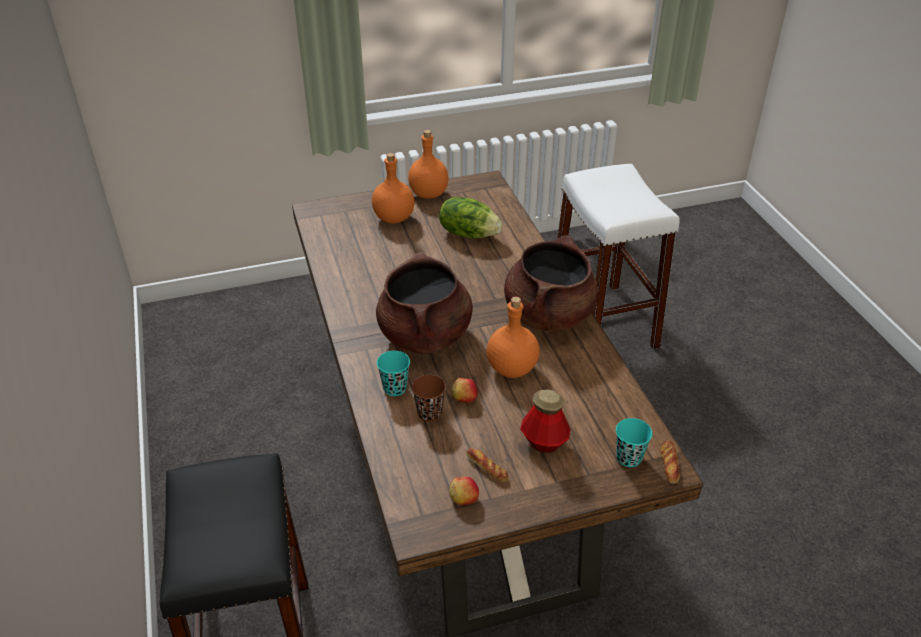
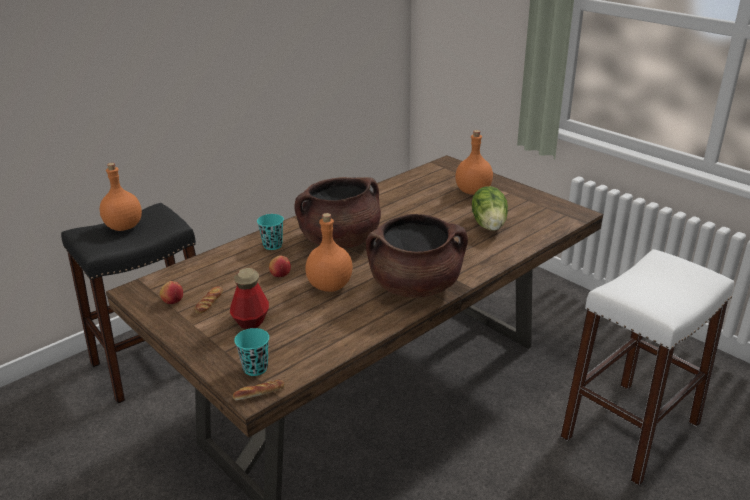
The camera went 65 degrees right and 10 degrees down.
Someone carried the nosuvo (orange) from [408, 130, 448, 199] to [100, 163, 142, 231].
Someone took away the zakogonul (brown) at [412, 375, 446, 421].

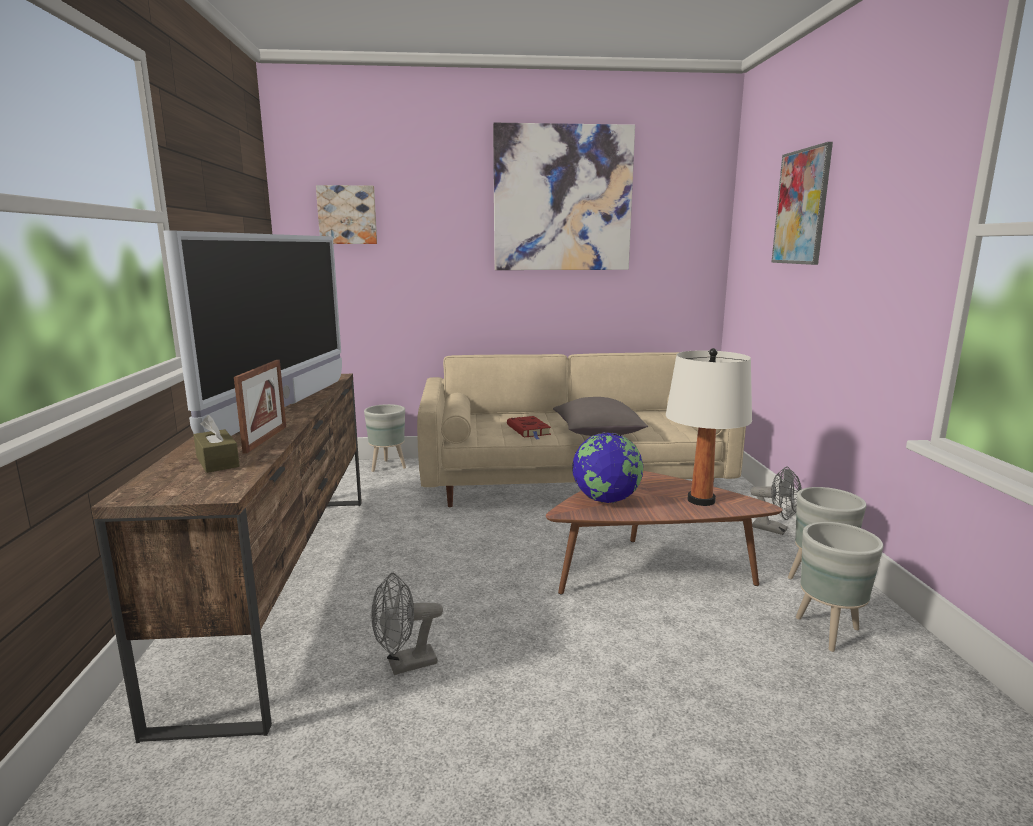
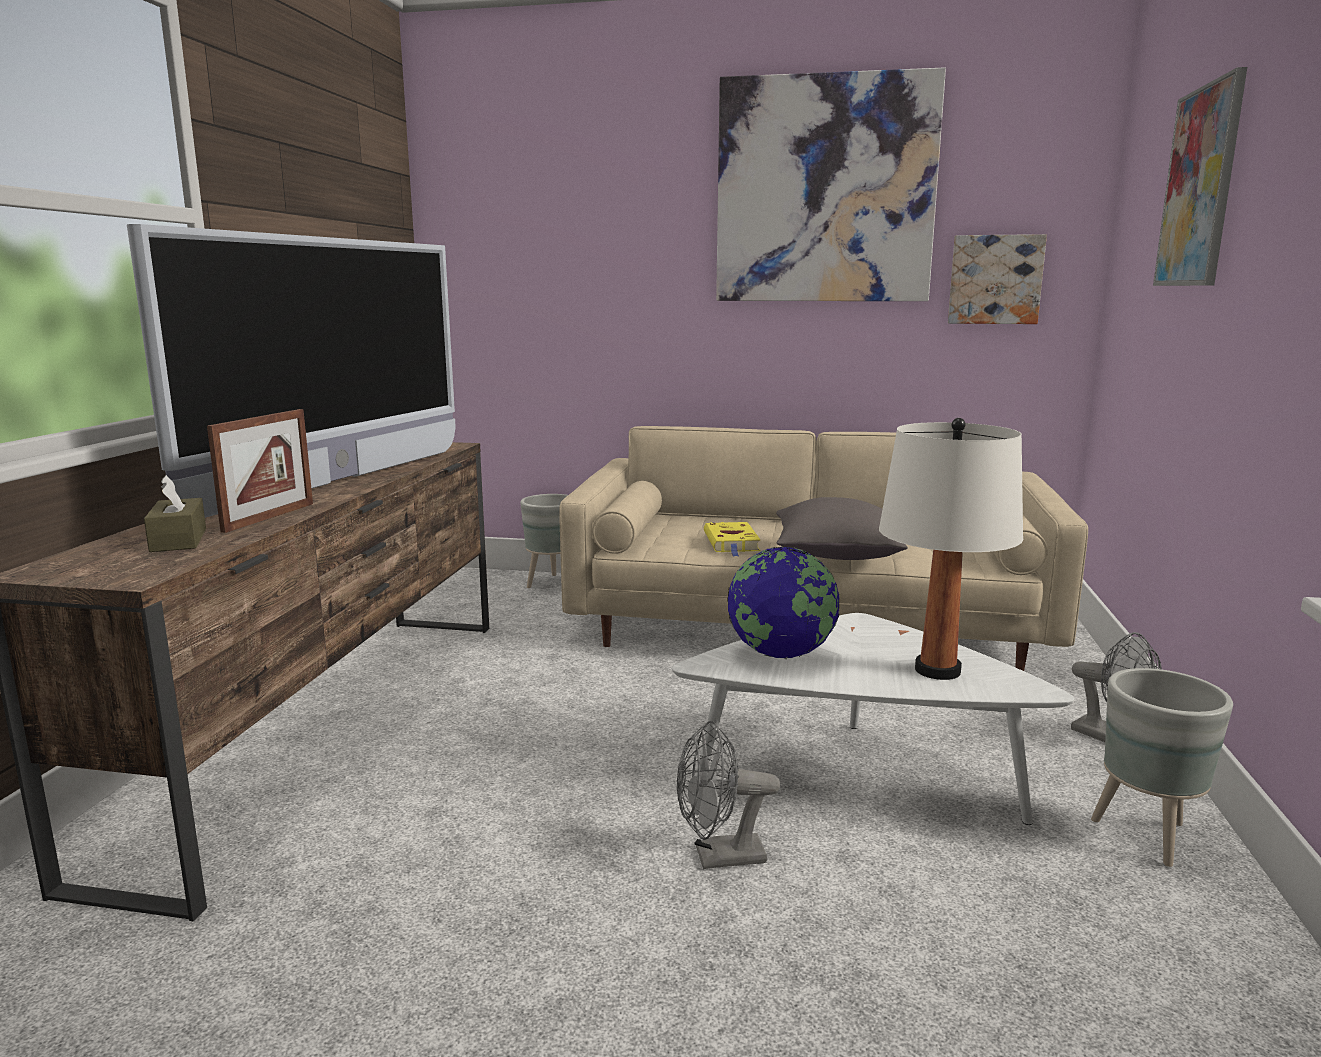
The camera went 15 degrees right and 0 degrees up.
Someone carried the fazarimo from [316, 185, 377, 244] to [948, 234, 1047, 324].
Someone repainted the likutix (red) at [507, 416, 551, 440], which became the likutix (yellow) at [704, 522, 760, 556].
Someone repainted the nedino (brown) at [546, 471, 783, 594], which became the nedino (white) at [672, 613, 1074, 825].
Someone took away the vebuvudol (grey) at [796, 522, 883, 652].
Someone carried the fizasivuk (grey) from [371, 573, 443, 675] to [677, 721, 780, 869].

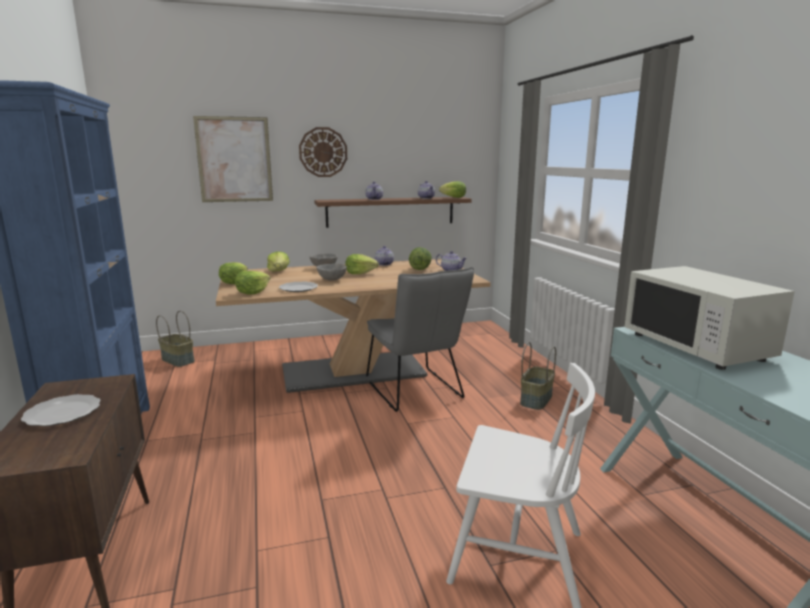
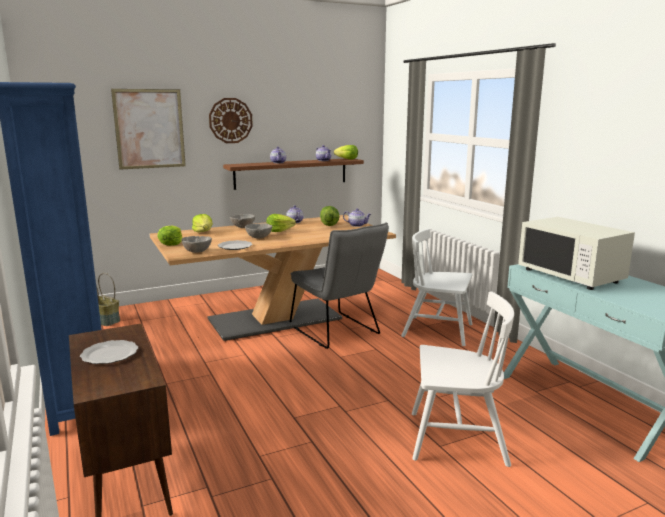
The camera went 10 degrees left and 0 degrees up.
Someone swapped the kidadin at [235, 271, 270, 295] for the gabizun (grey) at [182, 236, 212, 253].
Someone swapped the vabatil at [520, 342, 556, 410] for the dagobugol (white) at [401, 229, 472, 346].

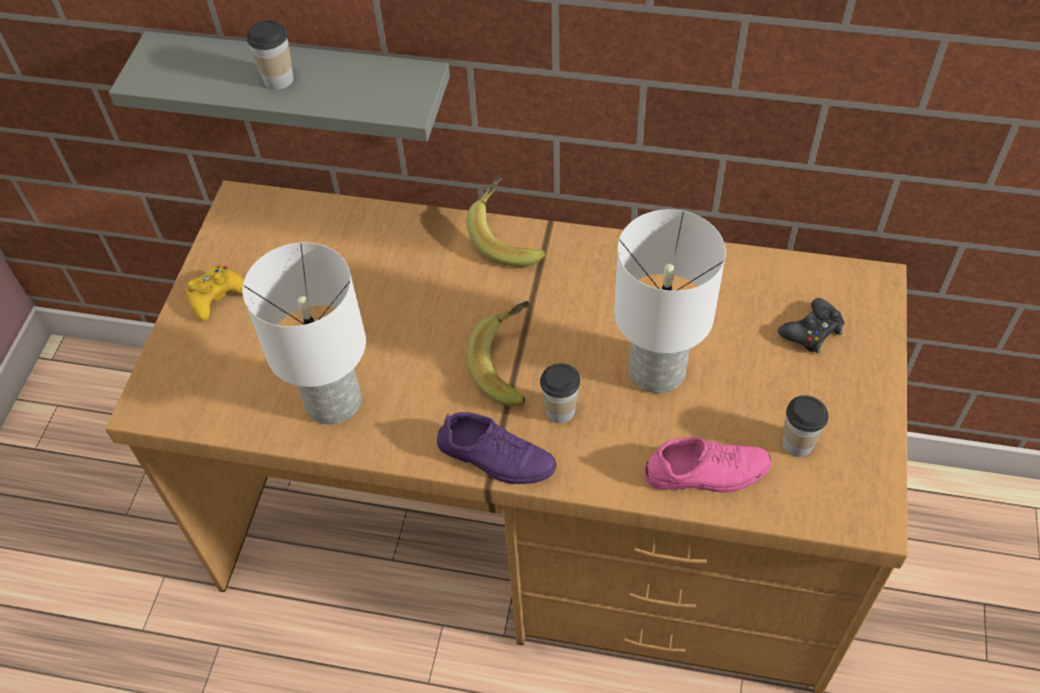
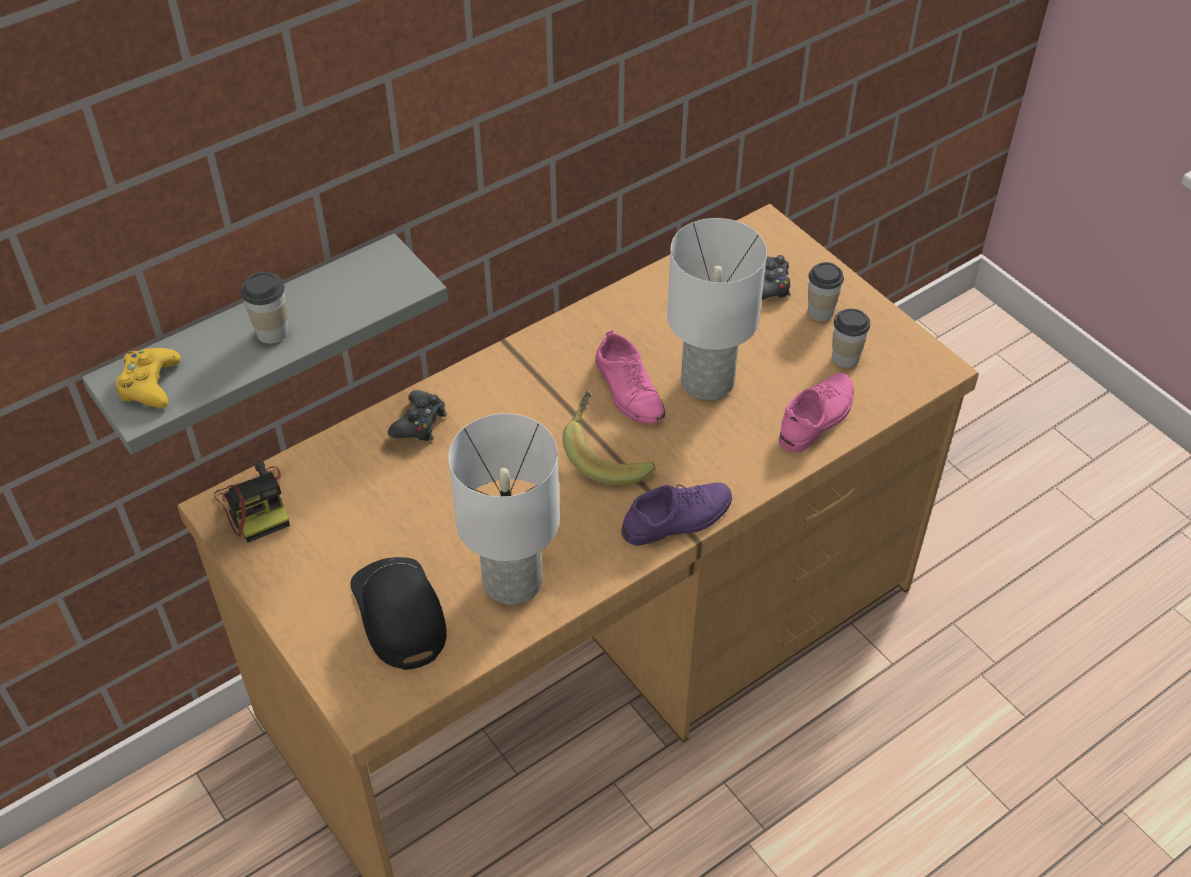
The camera went 50 degrees left and 5 degrees down.
Someone took away the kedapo at [466, 176, 546, 267].
Someone carried the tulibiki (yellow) from [186, 265, 244, 321] to [116, 348, 181, 408].
Someone carried the zakogonul from [540, 363, 580, 423] to [808, 262, 844, 321].
Someone put down the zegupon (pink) at [595, 330, 665, 424].
Someone put down the tulibiki (black) at [388, 390, 447, 441].
Someone put down the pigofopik at [214, 461, 290, 542].
Someone put down the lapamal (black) at [351, 557, 447, 670].

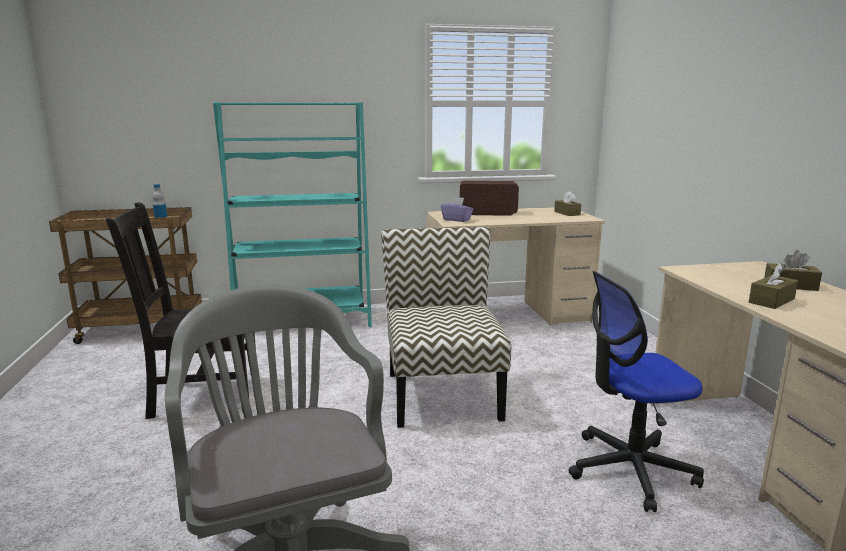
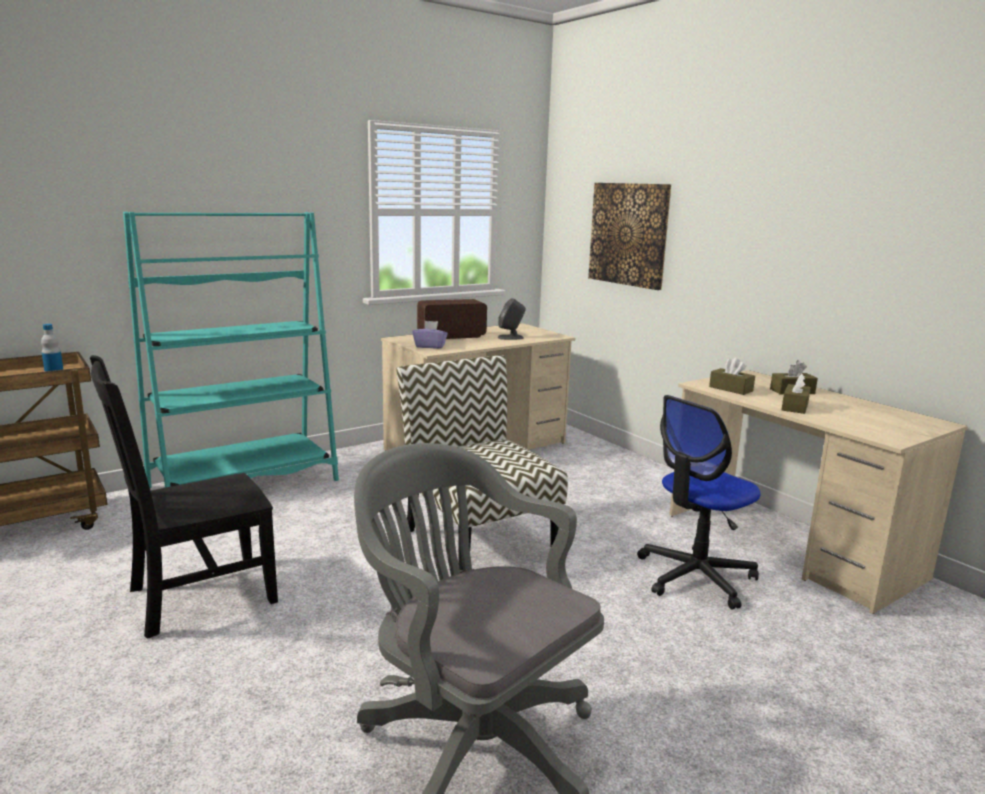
The camera went 25 degrees left and 0 degrees up.
Someone carried the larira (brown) from [554, 191, 581, 216] to [709, 357, 755, 395].
Someone put up the fazarimo at [588, 183, 671, 290].
Someone put down the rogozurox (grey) at [498, 298, 526, 340].

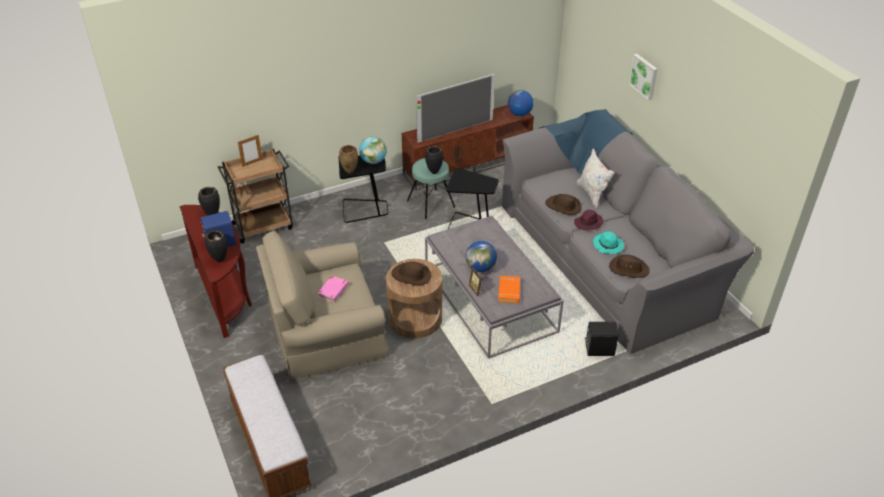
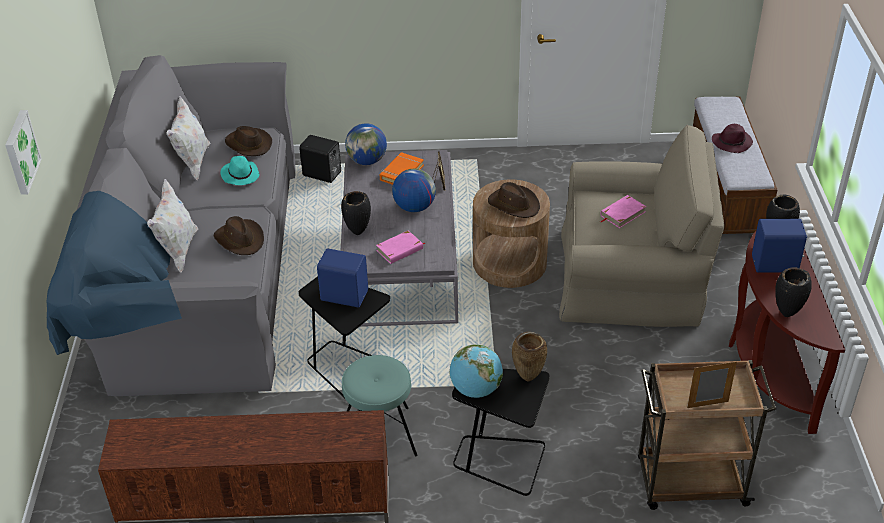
The camera went 155 degrees left and 0 degrees up.
Someone took away the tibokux at [416, 74, 495, 143].
Someone carried the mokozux from [508, 90, 534, 116] to [345, 123, 387, 165].
Someone carried the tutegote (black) from [425, 146, 443, 174] to [341, 191, 371, 235].
Someone carried the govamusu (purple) from [574, 210, 604, 231] to [712, 124, 753, 153].
Someone put down the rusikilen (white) at [166, 96, 211, 180].
Someone put down the likutix (pink) at [376, 230, 426, 264].
Someone put down the rogozurox (blue) at [317, 248, 368, 307].

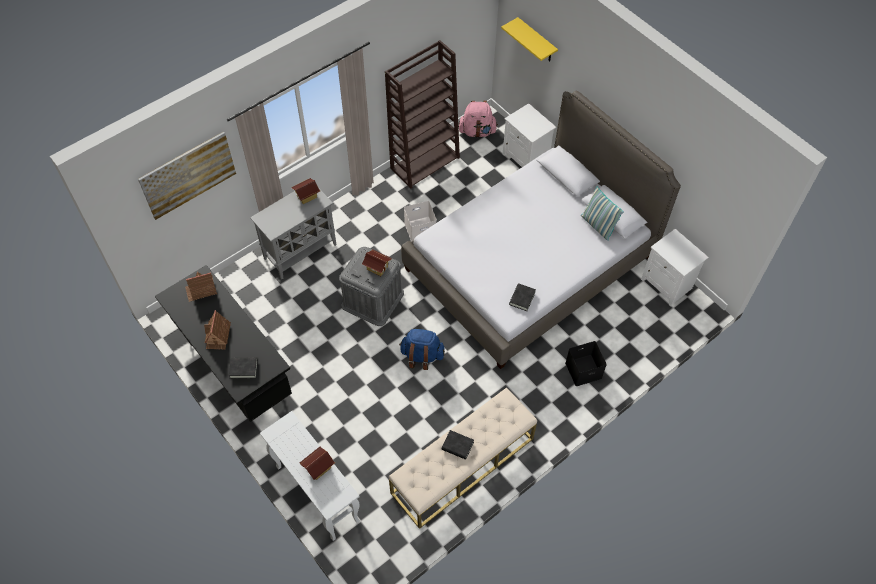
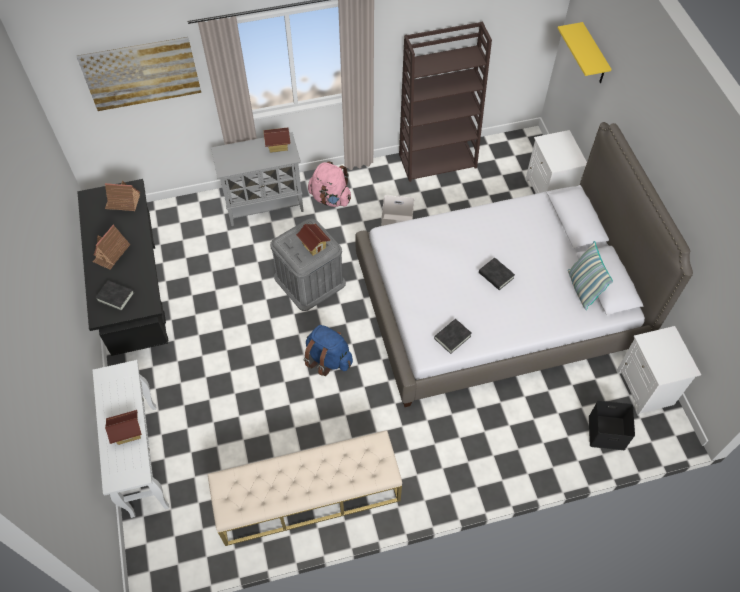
The camera went 25 degrees right and 0 degrees up.
Someone carried the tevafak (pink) from [458, 101, 498, 138] to [308, 161, 351, 207].
Someone carried the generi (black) from [565, 341, 607, 386] to [589, 401, 635, 450].
Someone carried the likutix (black) from [442, 430, 474, 460] to [479, 257, 515, 290].

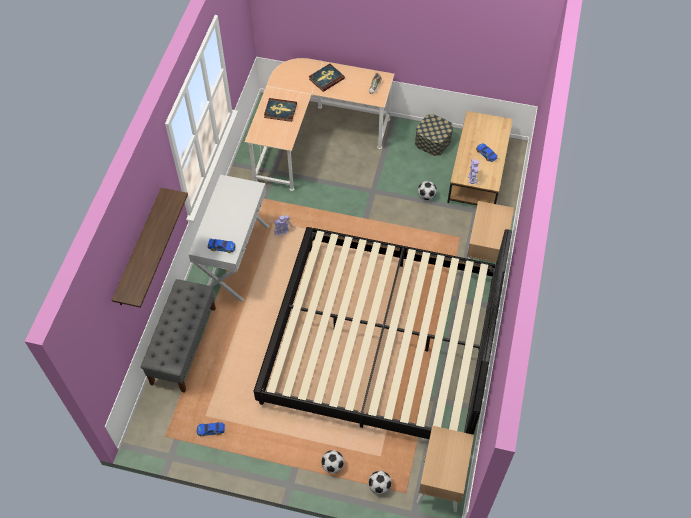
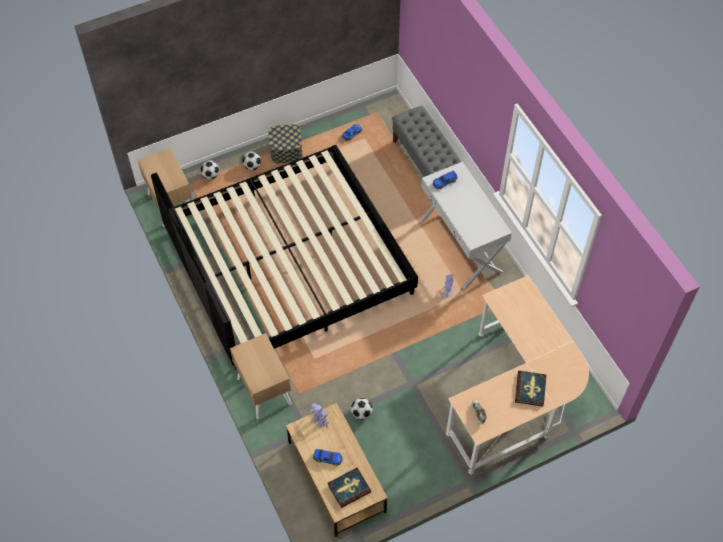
The camera went 140 degrees right and 0 degrees up.
Someone carried the likutix from [264, 98, 297, 122] to [328, 468, 371, 508].
Someone carried the generi from [415, 114, 453, 156] to [268, 124, 302, 163].
Someone took away the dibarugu at [112, 188, 188, 308].

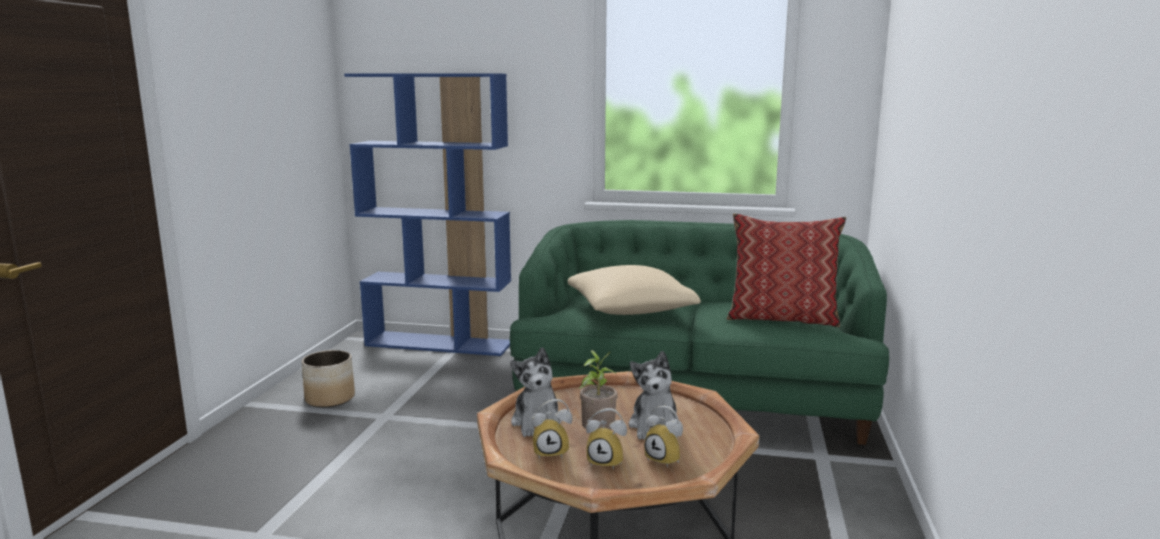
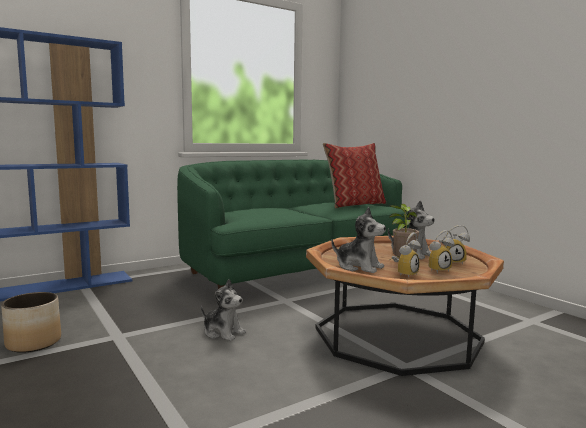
The camera went 45 degrees left and 5 degrees down.
Someone took away the rusikilen (beige) at [567, 265, 701, 315].
Someone put down the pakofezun at [201, 279, 246, 341].

